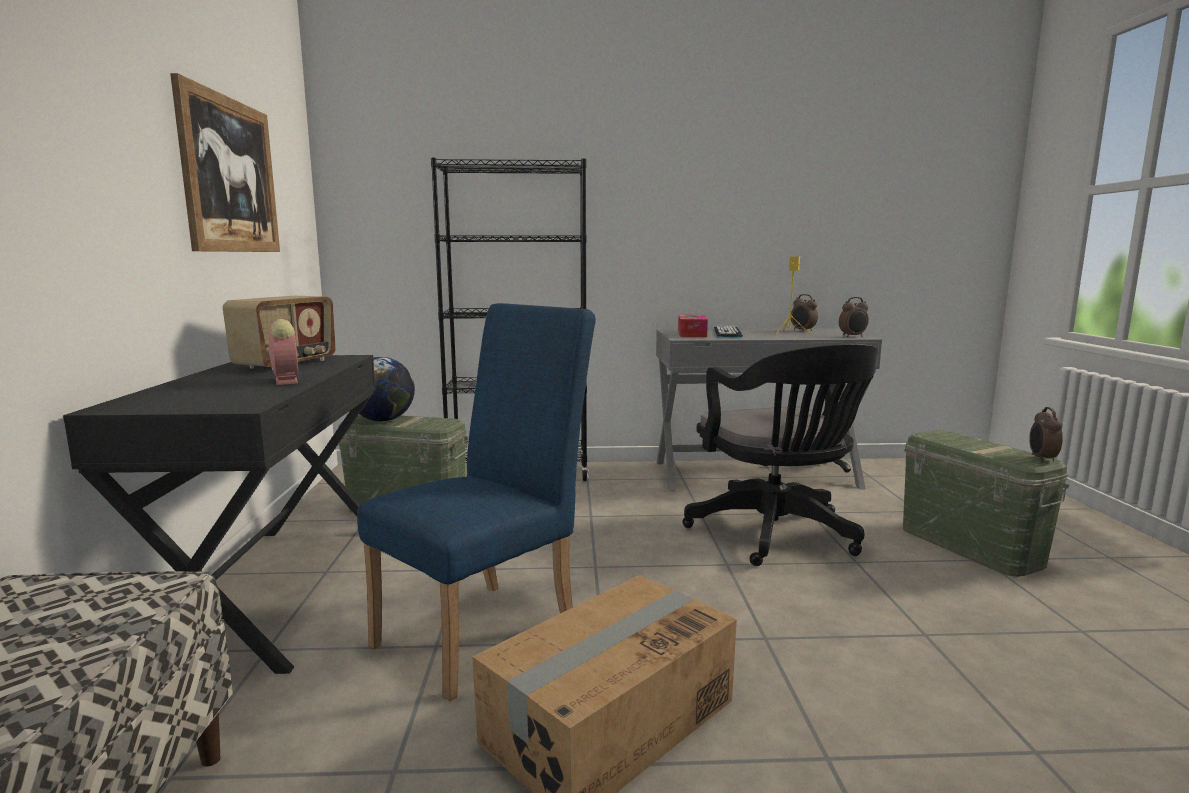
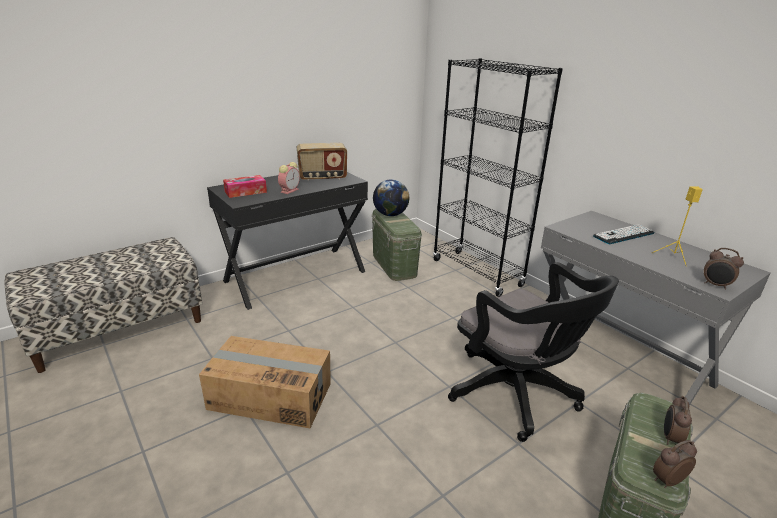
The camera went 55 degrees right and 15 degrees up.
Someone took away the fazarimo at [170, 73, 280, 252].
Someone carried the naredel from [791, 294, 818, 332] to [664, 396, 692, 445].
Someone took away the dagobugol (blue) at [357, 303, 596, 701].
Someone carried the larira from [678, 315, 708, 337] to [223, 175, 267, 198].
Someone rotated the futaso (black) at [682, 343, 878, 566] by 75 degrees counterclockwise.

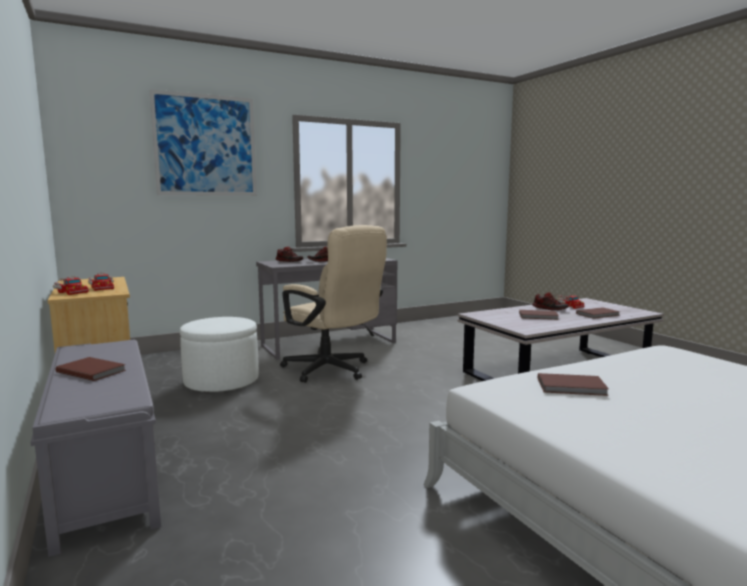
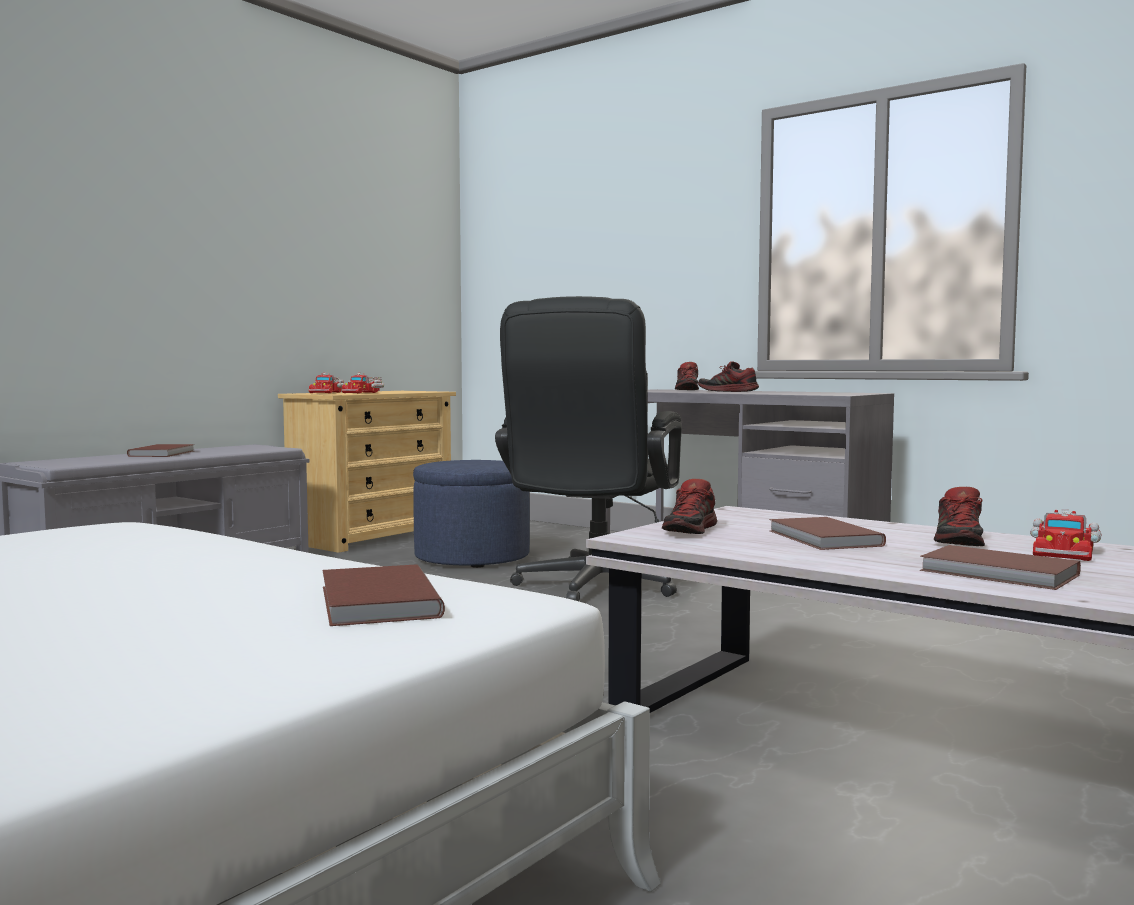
The camera went 65 degrees right and 5 degrees down.
Someone took away the fazarimo at [149, 89, 257, 196].
Someone repainted the futaso (beige) at [280, 225, 387, 383], which became the futaso (black) at [495, 296, 682, 601].
Someone repainted the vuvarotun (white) at [180, 317, 259, 392], which became the vuvarotun (blue) at [413, 460, 530, 568].
Someone carried the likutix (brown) from [538, 373, 609, 396] to [322, 564, 445, 626].
Someone put down the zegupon at [662, 479, 717, 534].

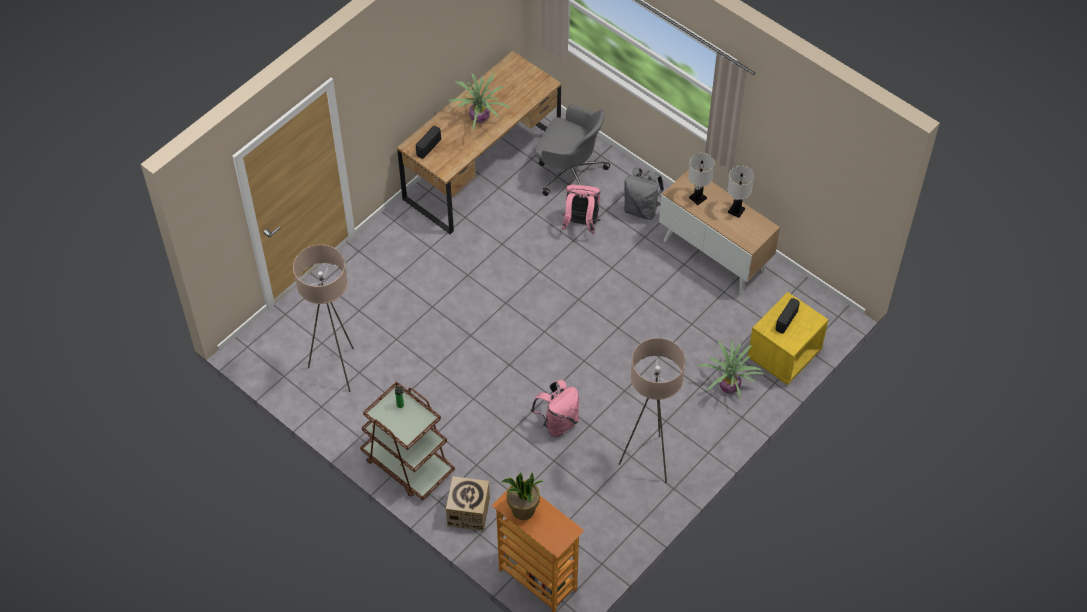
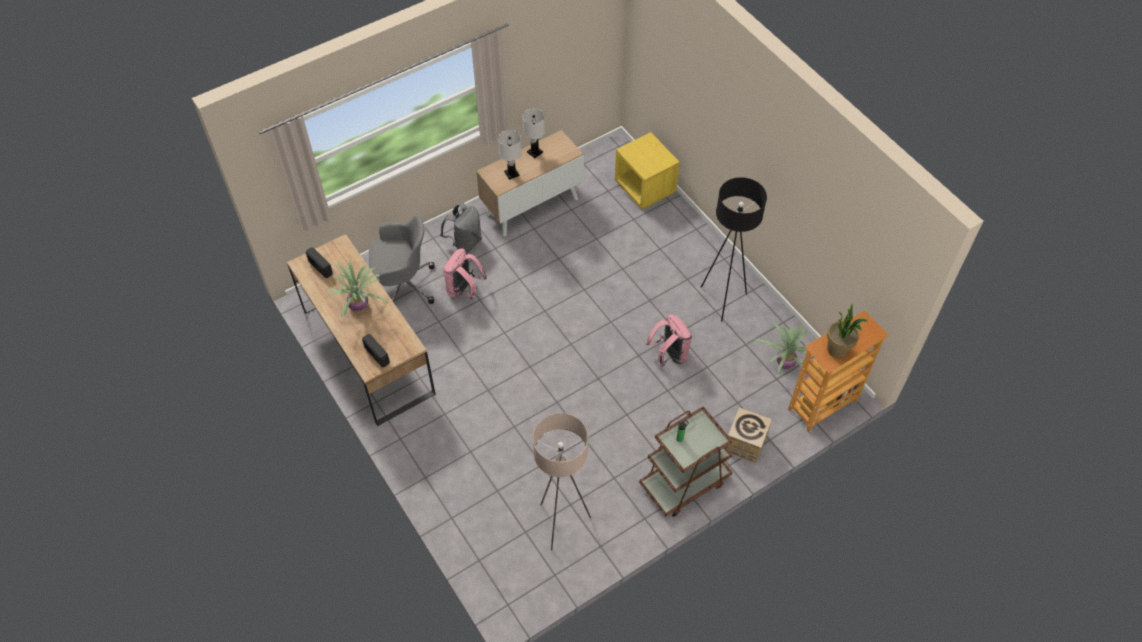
The camera went 75 degrees left and 0 degrees up.
Someone rotated the futaso (grey) at [535, 104, 610, 196] by 45 degrees clockwise.
Someone carried the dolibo from [775, 298, 800, 333] to [306, 247, 333, 278].
Someone repainted the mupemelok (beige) at [619, 338, 685, 483], which became the mupemelok (black) at [701, 177, 767, 322].
Someone carried the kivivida from [699, 341, 764, 398] to [755, 322, 812, 374].

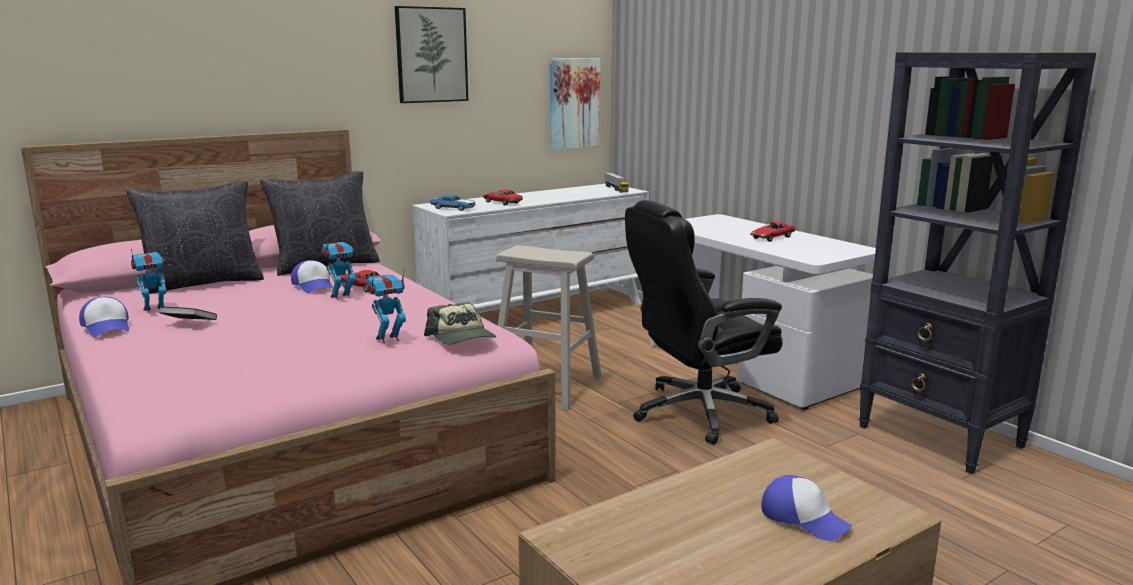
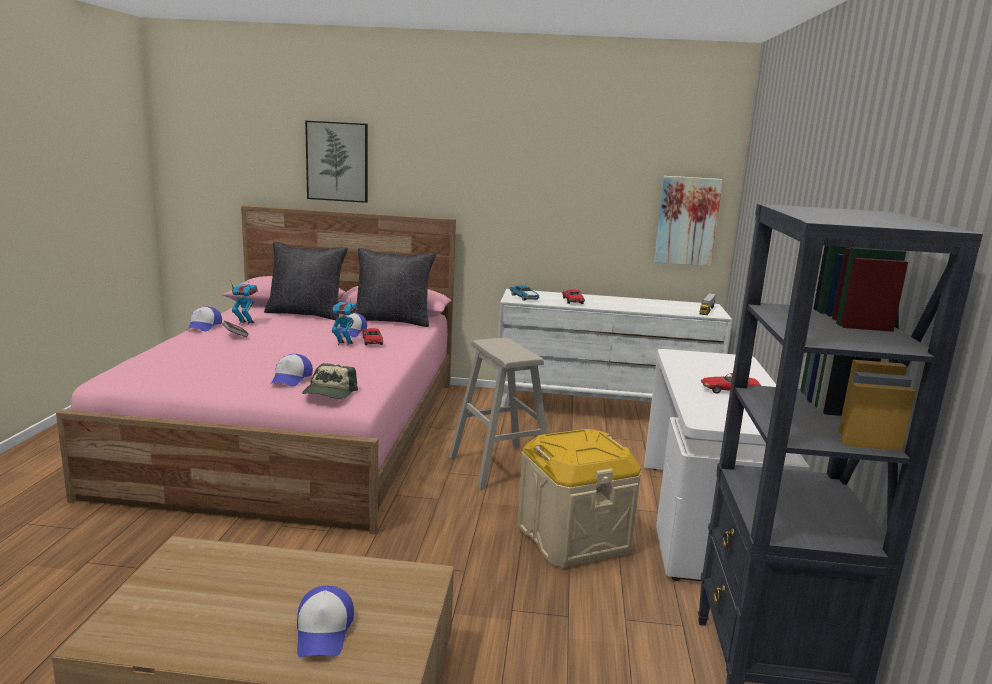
The camera went 40 degrees right and 0 degrees up.
Someone carried the fazarimo from [395, 6, 468, 103] to [305, 120, 368, 203].
Someone swapped the futaso (black) at [625, 200, 783, 445] for the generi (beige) at [517, 429, 641, 568].
Someone swapped the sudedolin at [366, 268, 406, 344] for the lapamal at [271, 354, 313, 387].

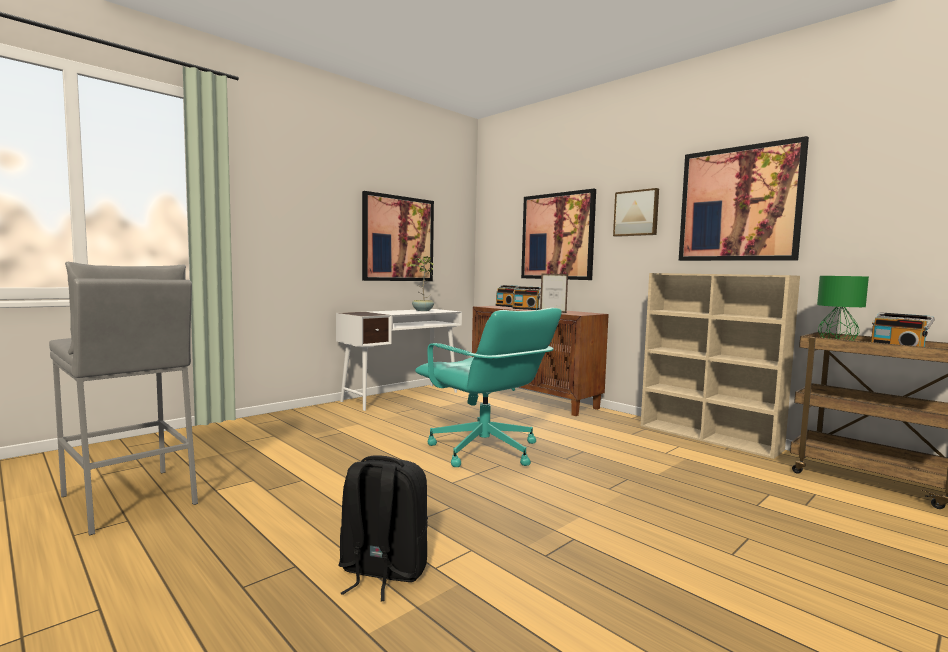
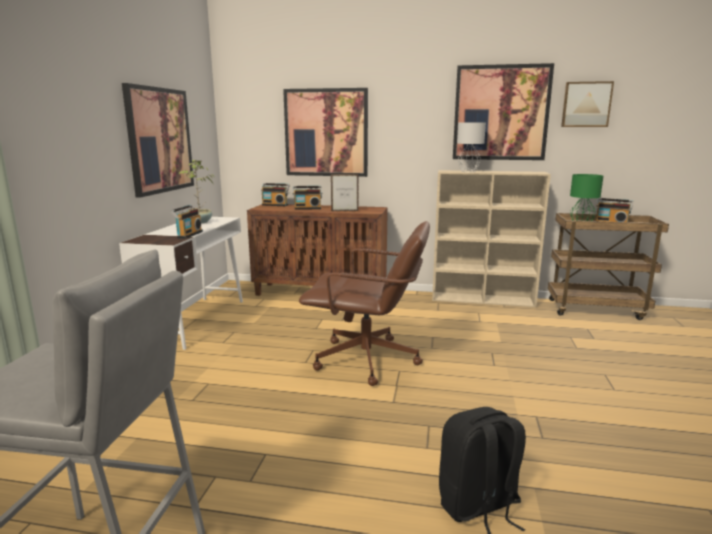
The camera went 35 degrees left and 10 degrees up.
Someone carried the fazarimo from [613, 188, 659, 237] to [561, 81, 614, 127].
Someone repainted the futaso (turquoise) at [415, 308, 562, 467], which became the futaso (brown) at [299, 221, 430, 386].
Someone put down the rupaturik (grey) at [457, 122, 486, 172].
Someone put down the dolibo at [171, 205, 203, 239].

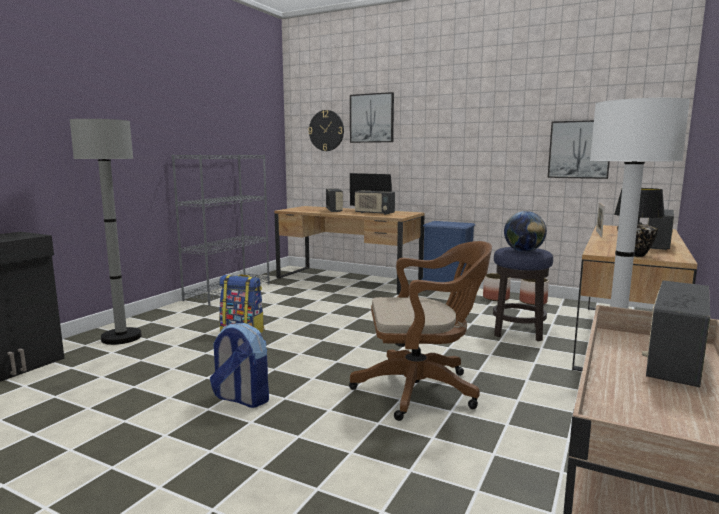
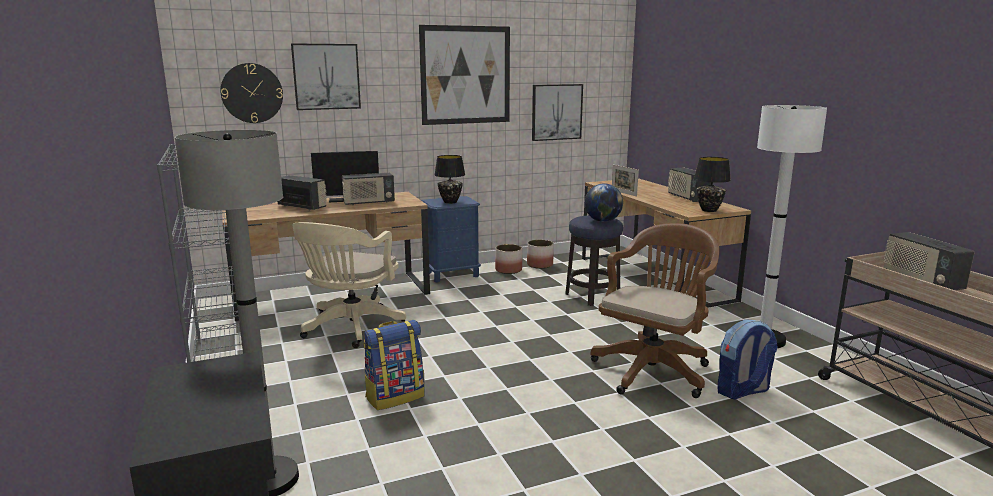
The camera went 50 degrees left and 5 degrees up.
Someone carried the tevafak from [210, 323, 269, 408] to [718, 319, 778, 399].
Someone put up the fazarimo at [419, 25, 510, 125].
Someone put down the rupaturik (black) at [435, 155, 465, 204].
Someone put down the futaso (beige) at [293, 222, 406, 348].

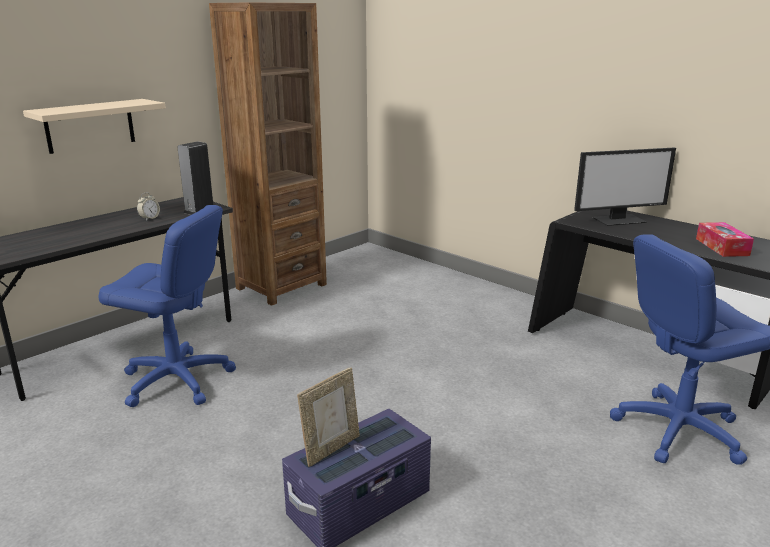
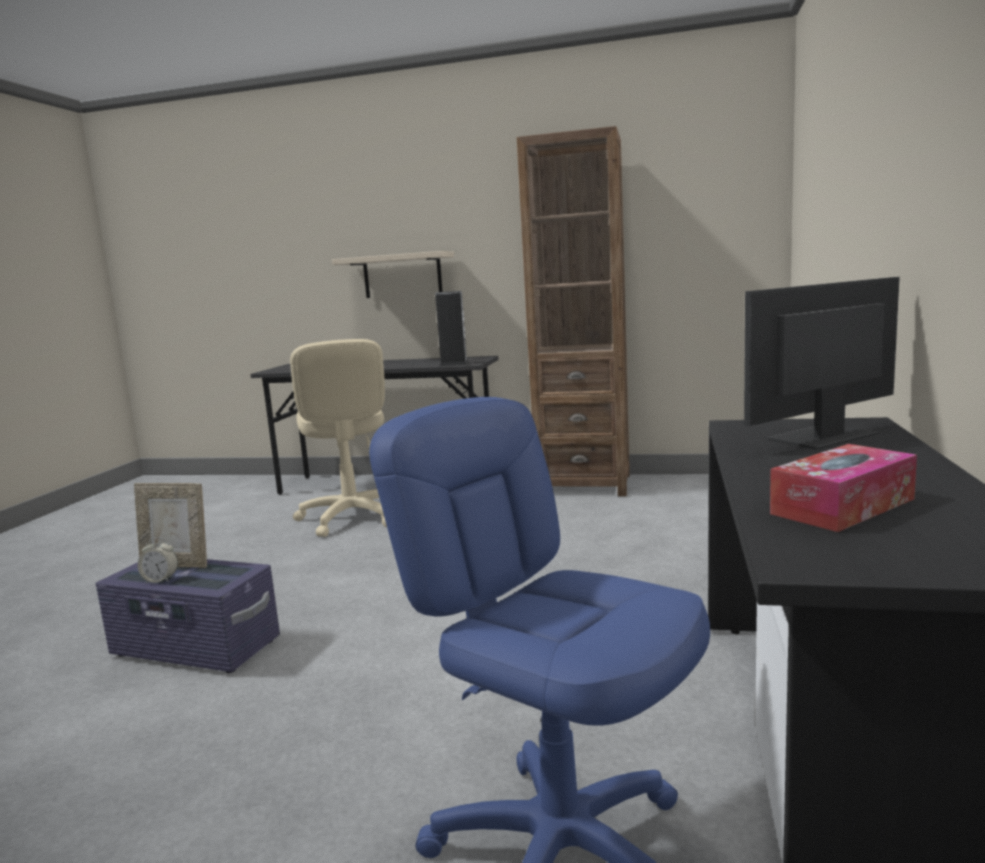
The camera went 60 degrees right and 10 degrees down.
Someone rotated the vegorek at [574, 148, 676, 226] by 105 degrees clockwise.
Someone carried the naredel from [137, 193, 160, 221] to [138, 537, 178, 583].
Someone repainted the futaso (blue) at [99, 205, 236, 407], which became the futaso (beige) at [290, 339, 387, 537].

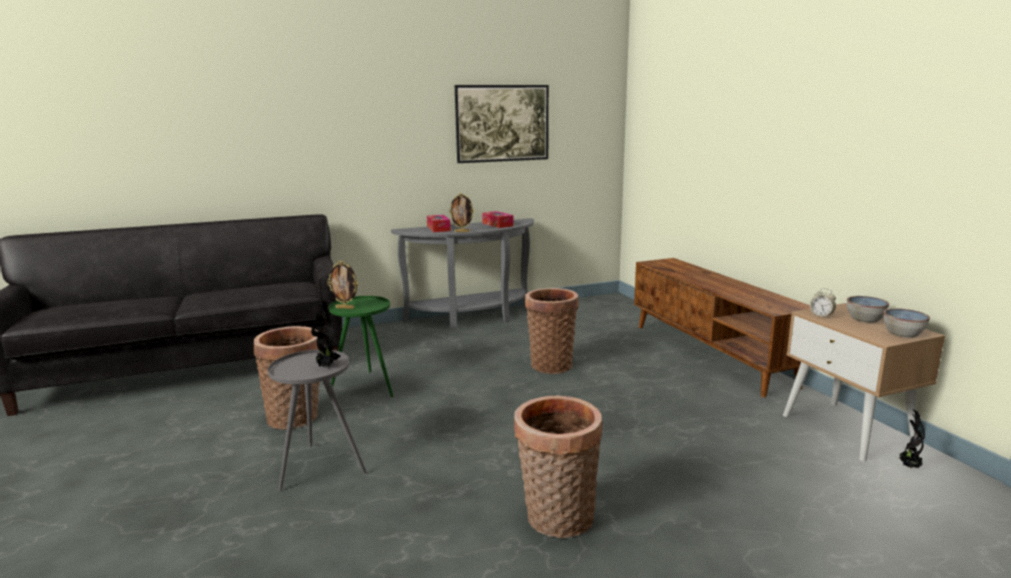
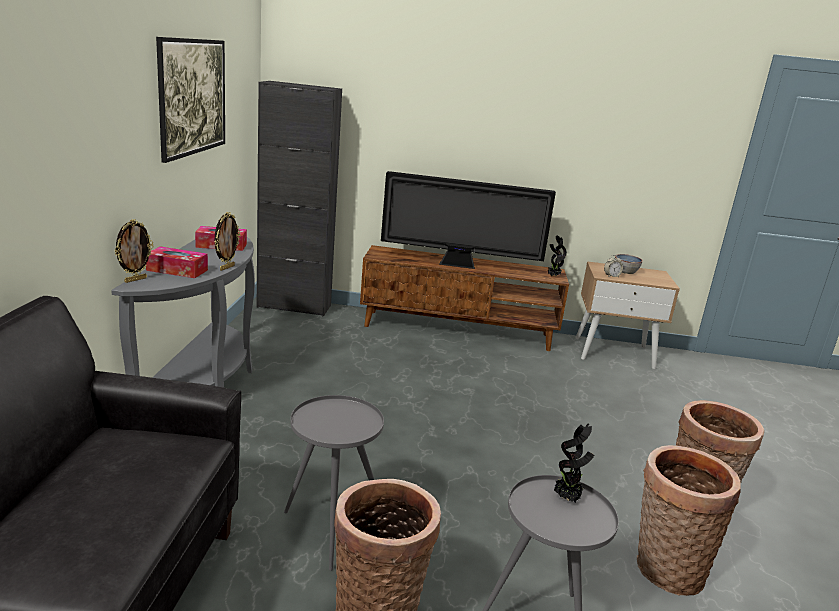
The camera went 65 degrees left and 5 degrees up.
Someone carried the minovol from [327, 261, 358, 309] to [115, 219, 154, 283].
Someone carried the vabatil from [525, 288, 578, 374] to [637, 445, 741, 596].
Someone repainted the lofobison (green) at [329, 296, 393, 397], which became the lofobison (grey) at [284, 395, 384, 571].
Someone took away the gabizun at [883, 308, 930, 338].
Someone carried the kivivida from [896, 409, 925, 468] to [548, 236, 567, 276].
Someone put down the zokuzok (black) at [257, 81, 342, 317].
Someone put down the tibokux at [381, 171, 556, 269].

